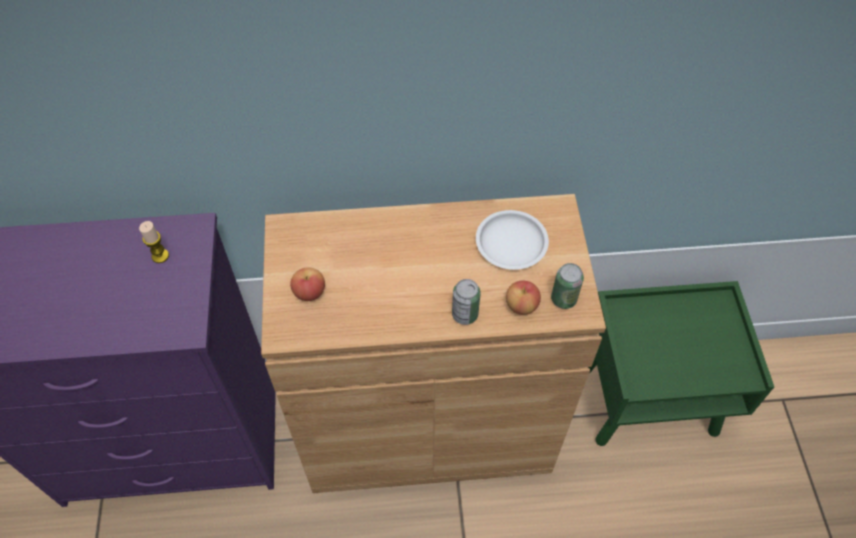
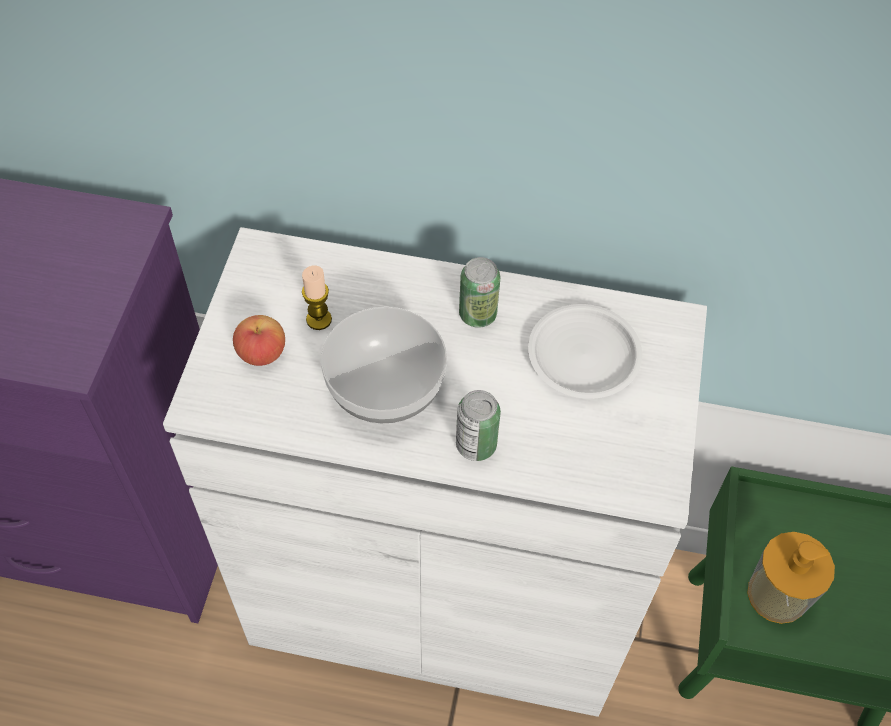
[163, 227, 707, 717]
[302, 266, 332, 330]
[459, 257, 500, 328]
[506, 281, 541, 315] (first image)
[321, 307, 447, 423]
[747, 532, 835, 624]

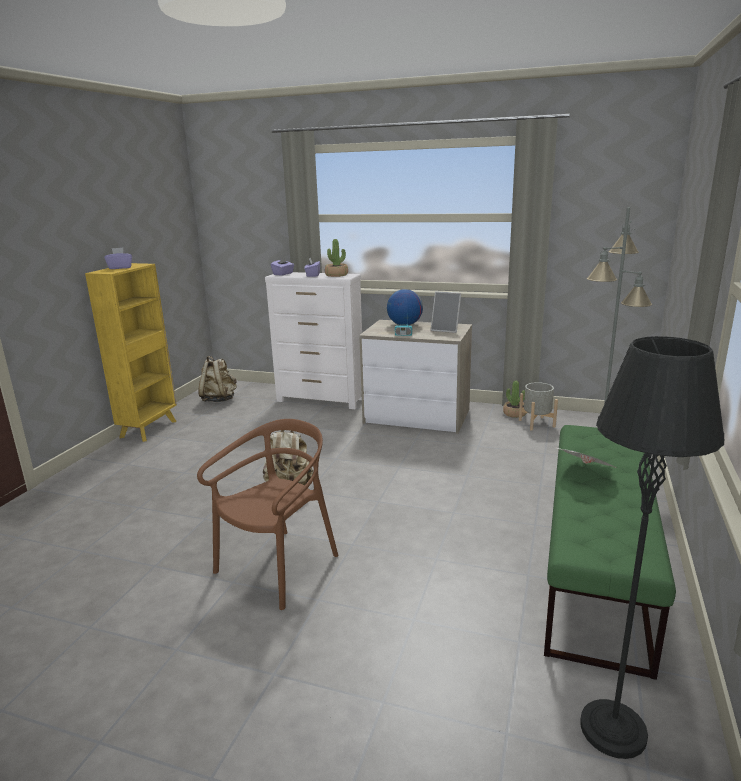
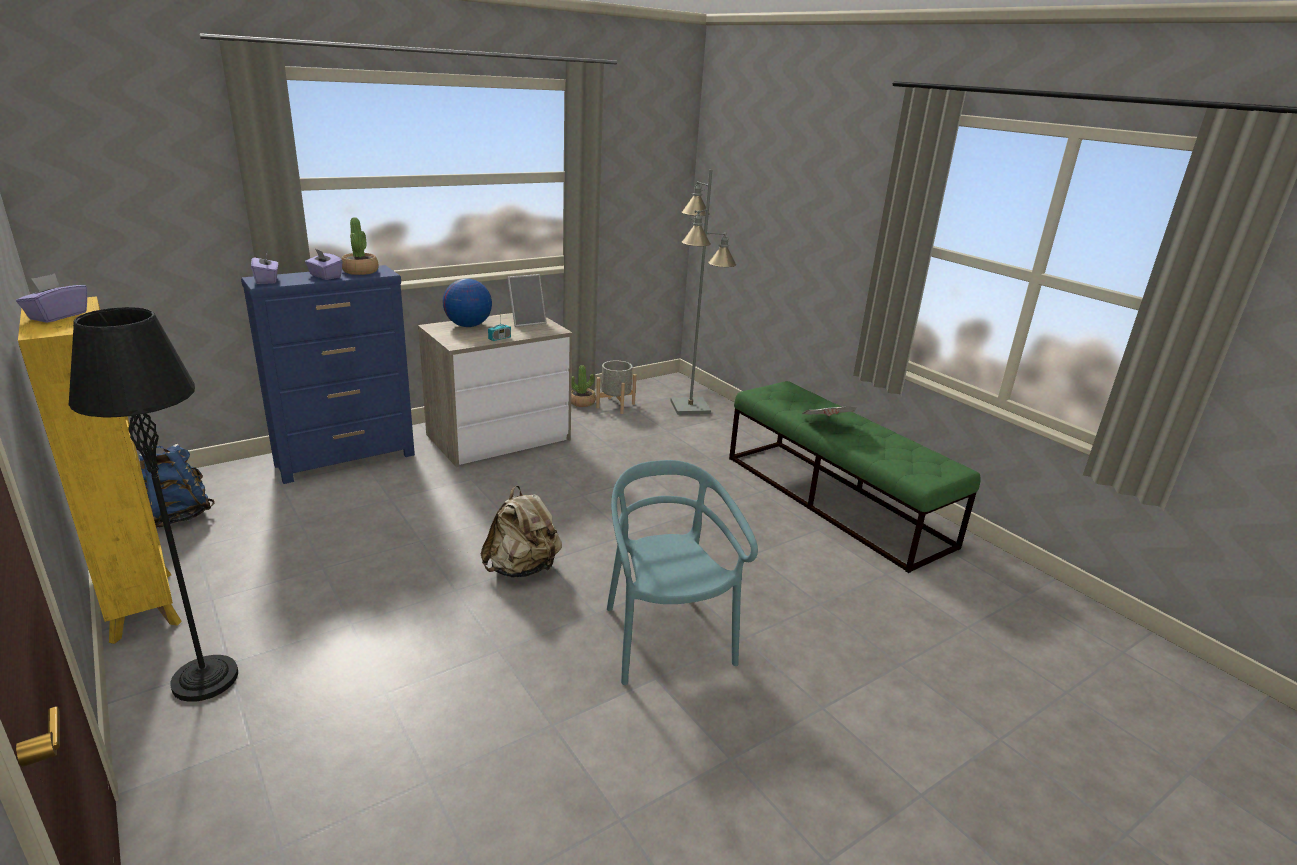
[241, 265, 415, 484]
[68, 307, 238, 702]
[139, 444, 215, 528]
[607, 460, 758, 685]

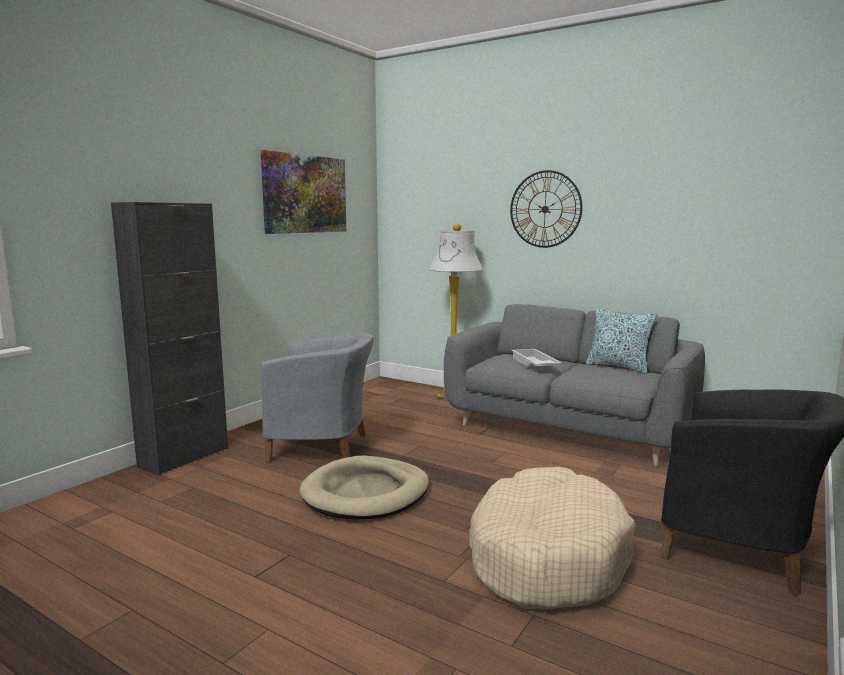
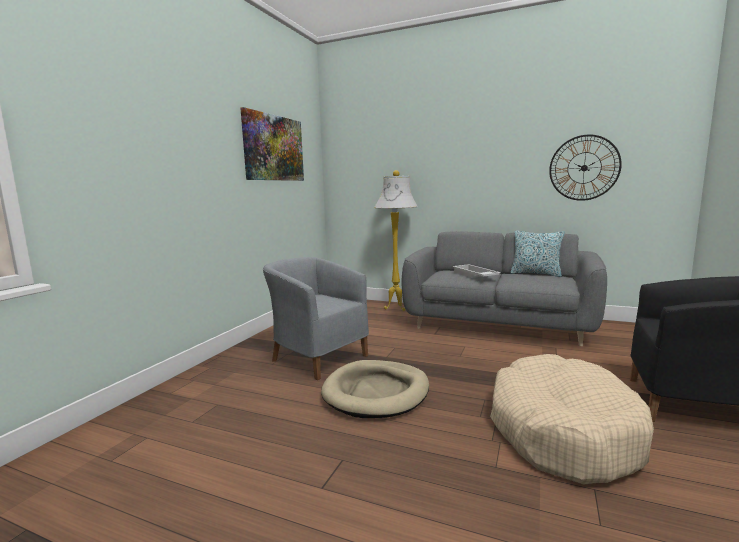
[549, 134, 622, 201]
[111, 202, 228, 476] (first image)
[263, 257, 369, 380]

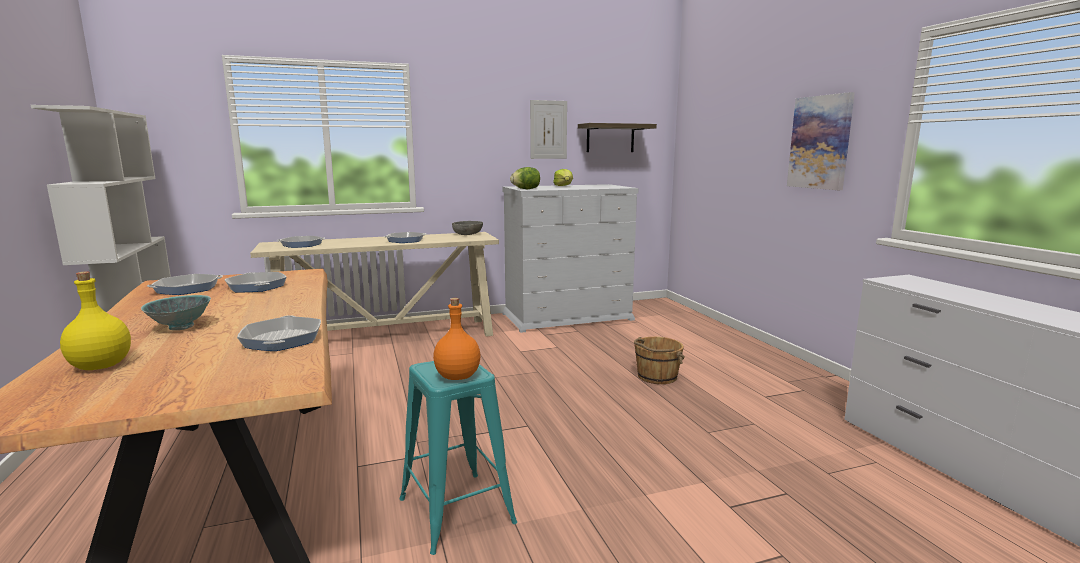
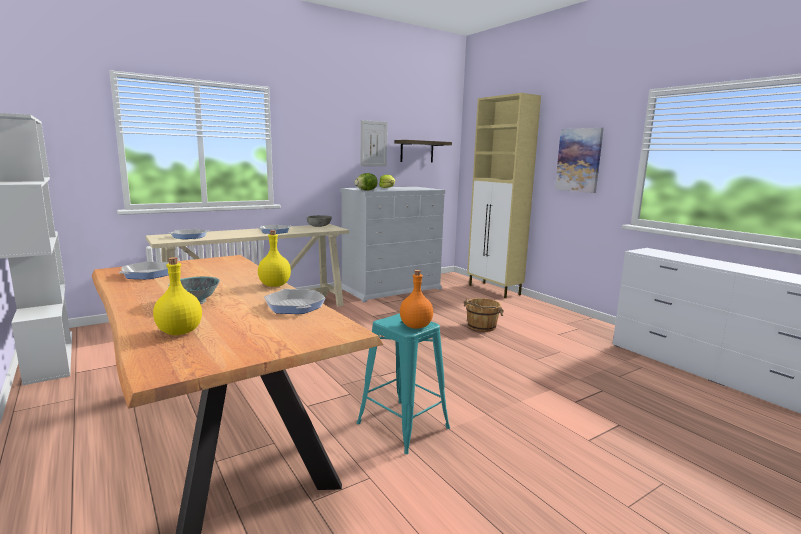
[225, 272, 287, 292] (first image)
[467, 93, 541, 298]
[258, 230, 291, 287]

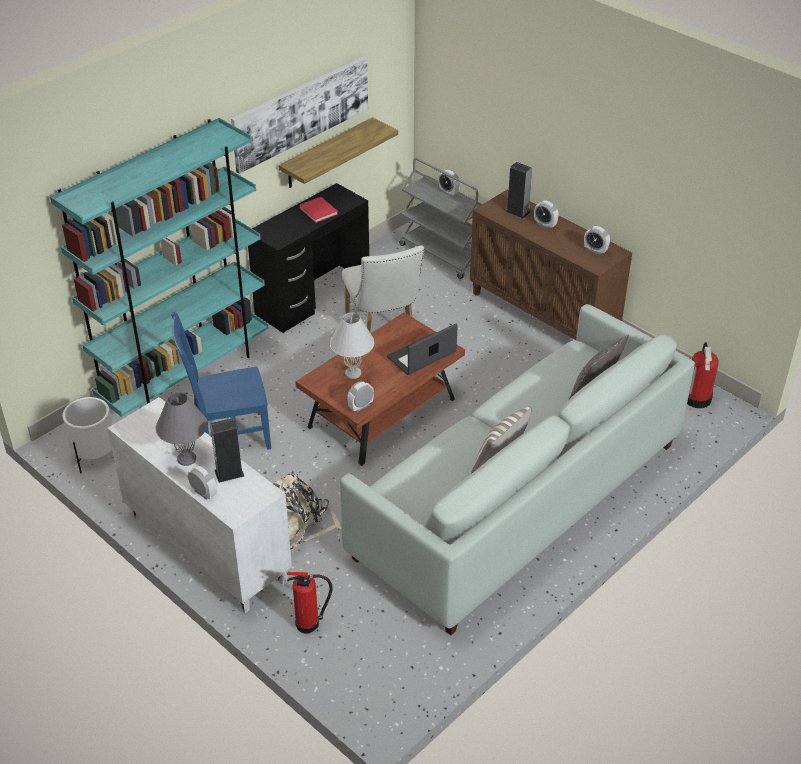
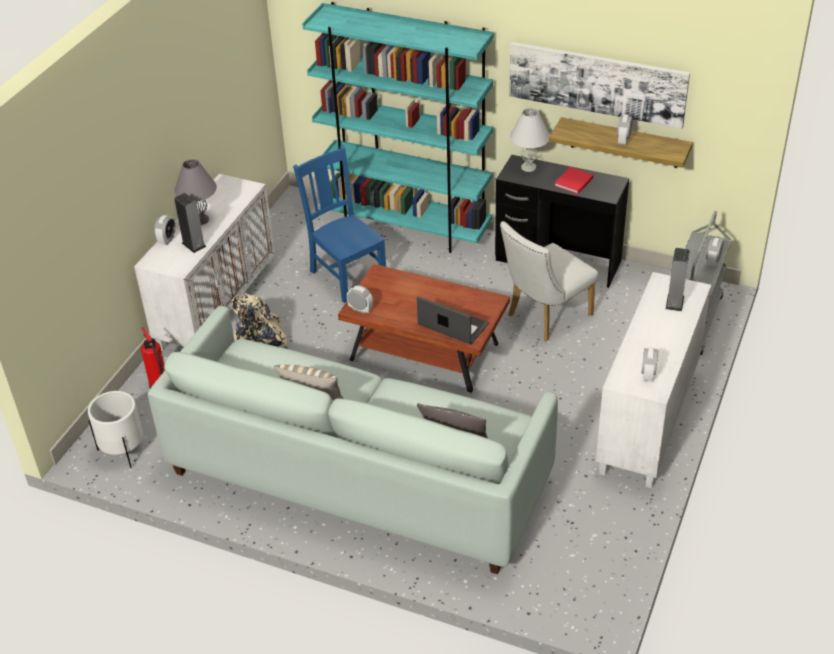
[596, 272, 711, 489]
[617, 114, 633, 145]
[509, 108, 550, 172]
[687, 342, 719, 408] (first image)
[88, 391, 143, 468]

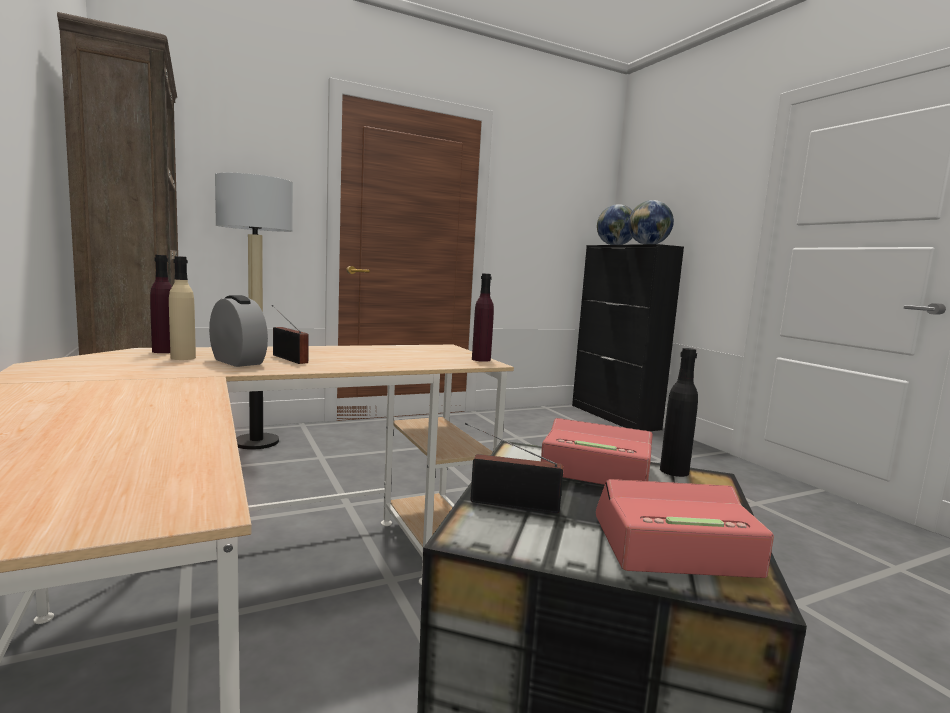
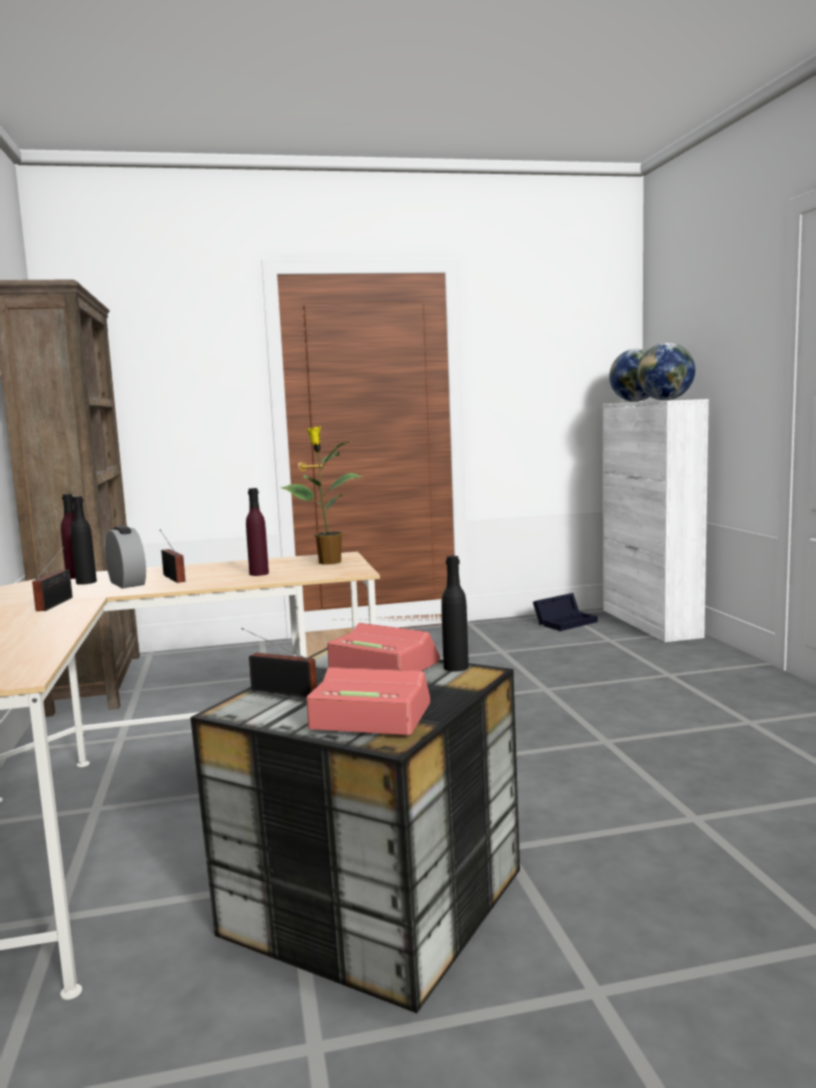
[215, 173, 293, 450] (first image)
[603, 399, 709, 642]
[71, 496, 97, 585]
[246, 488, 269, 576]
[280, 426, 363, 564]
[32, 547, 73, 611]
[533, 593, 598, 631]

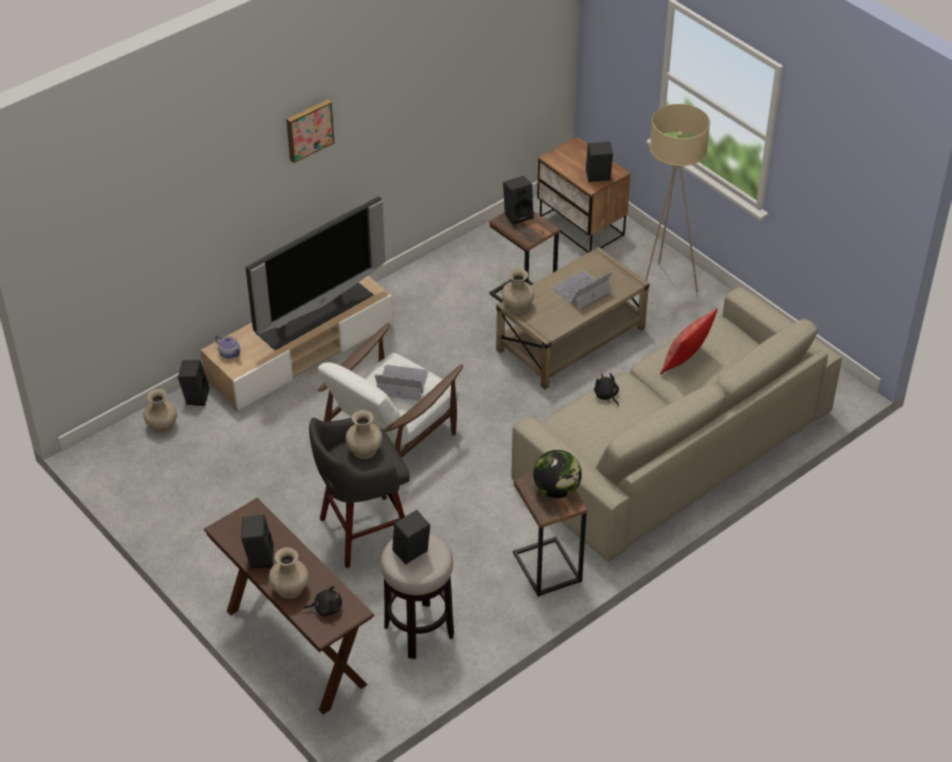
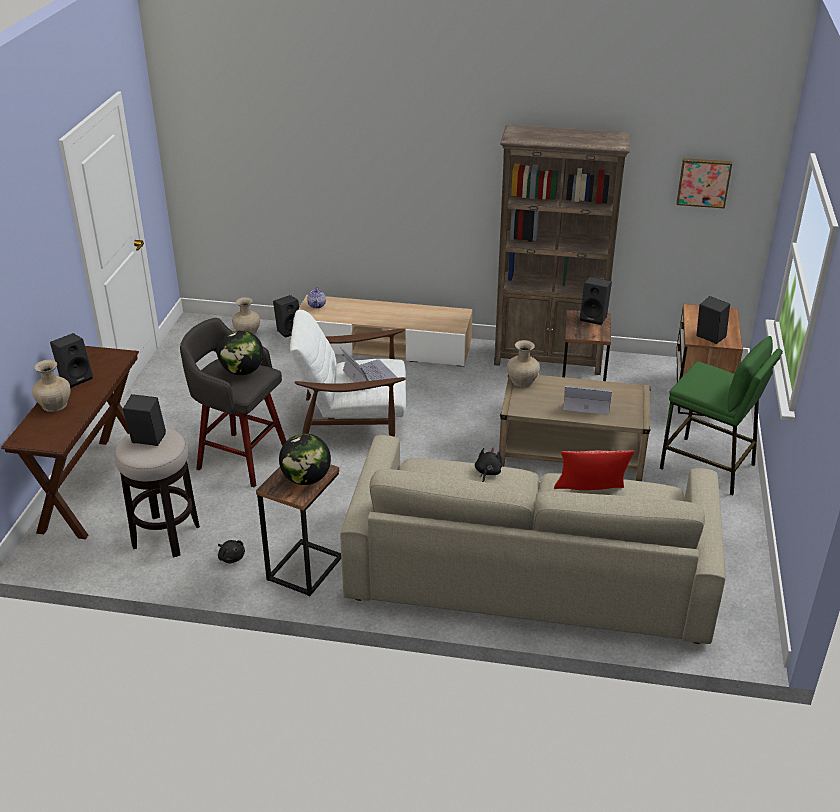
[677, 158, 732, 209]
[660, 336, 783, 496]
[246, 196, 385, 350] (first image)
[218, 330, 264, 375]
[218, 540, 245, 563]
[494, 125, 630, 375]

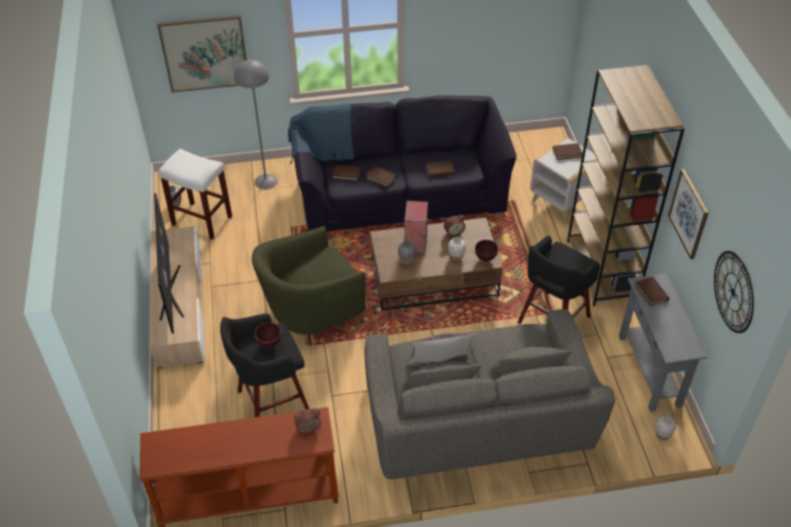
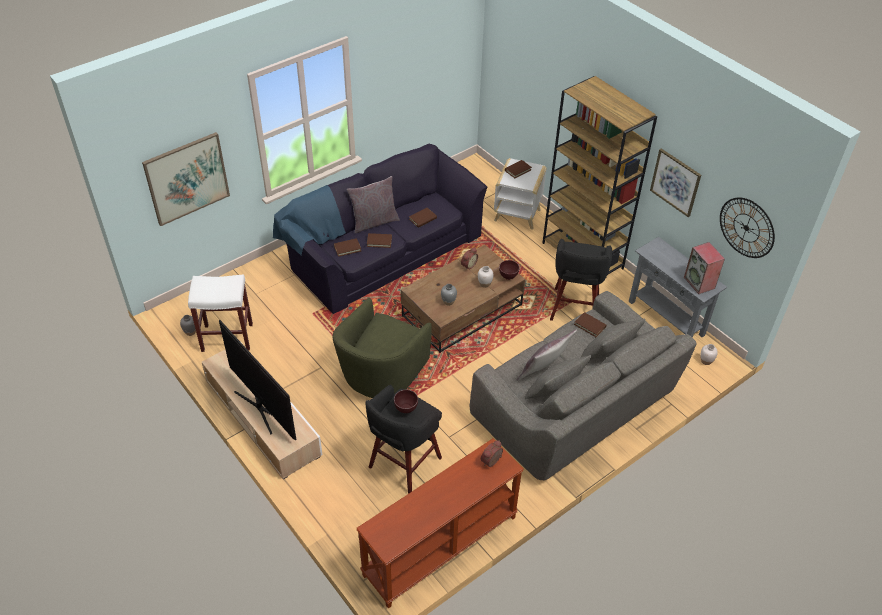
[234, 60, 278, 189] (first image)
[684, 242, 725, 294]
[574, 312, 607, 337]
[347, 176, 400, 234]

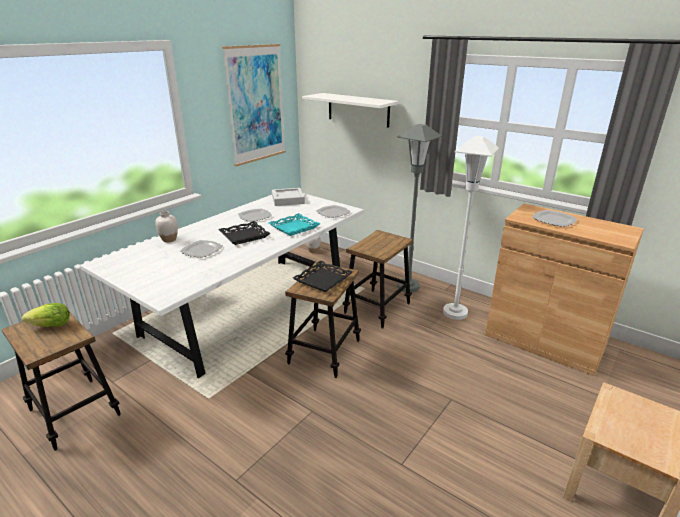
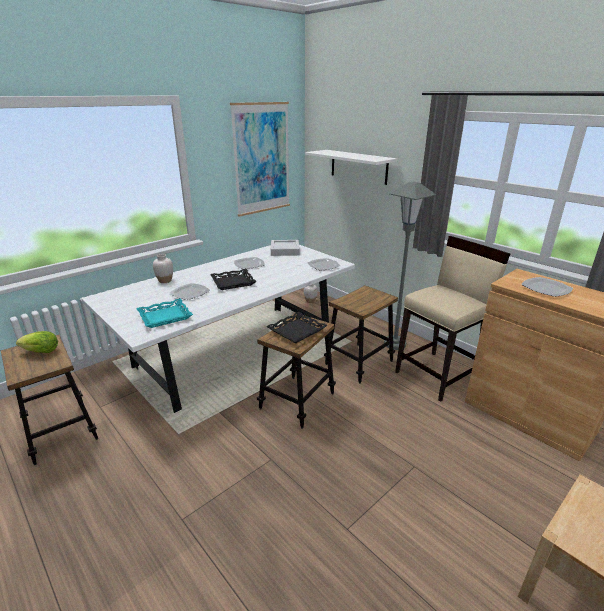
[395, 236, 510, 402]
[136, 298, 193, 328]

